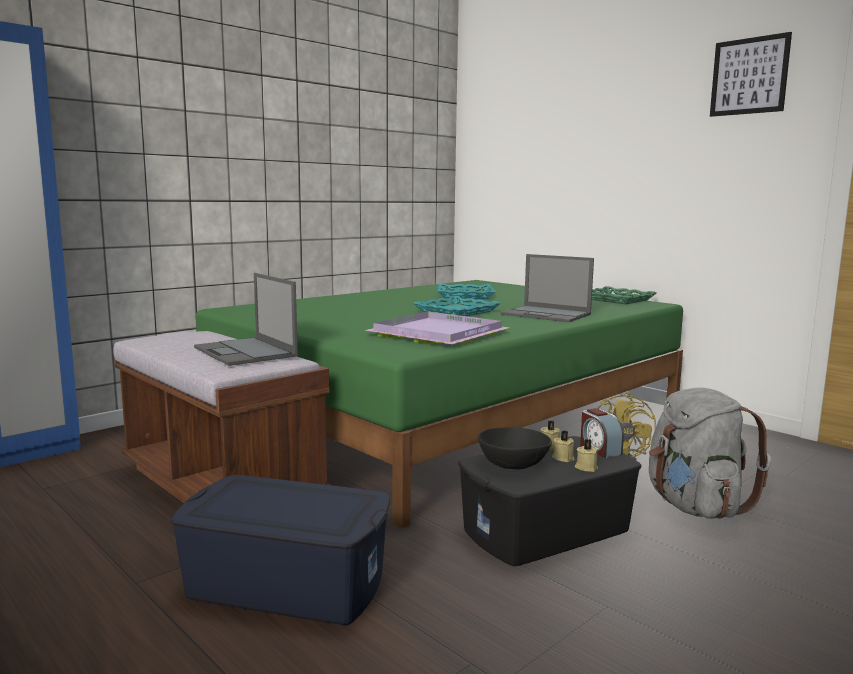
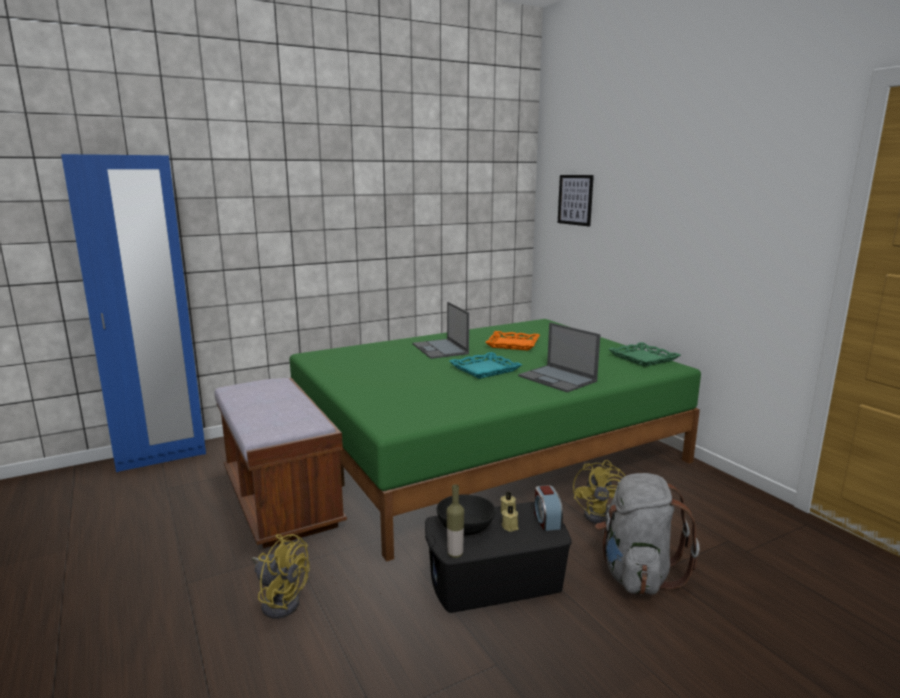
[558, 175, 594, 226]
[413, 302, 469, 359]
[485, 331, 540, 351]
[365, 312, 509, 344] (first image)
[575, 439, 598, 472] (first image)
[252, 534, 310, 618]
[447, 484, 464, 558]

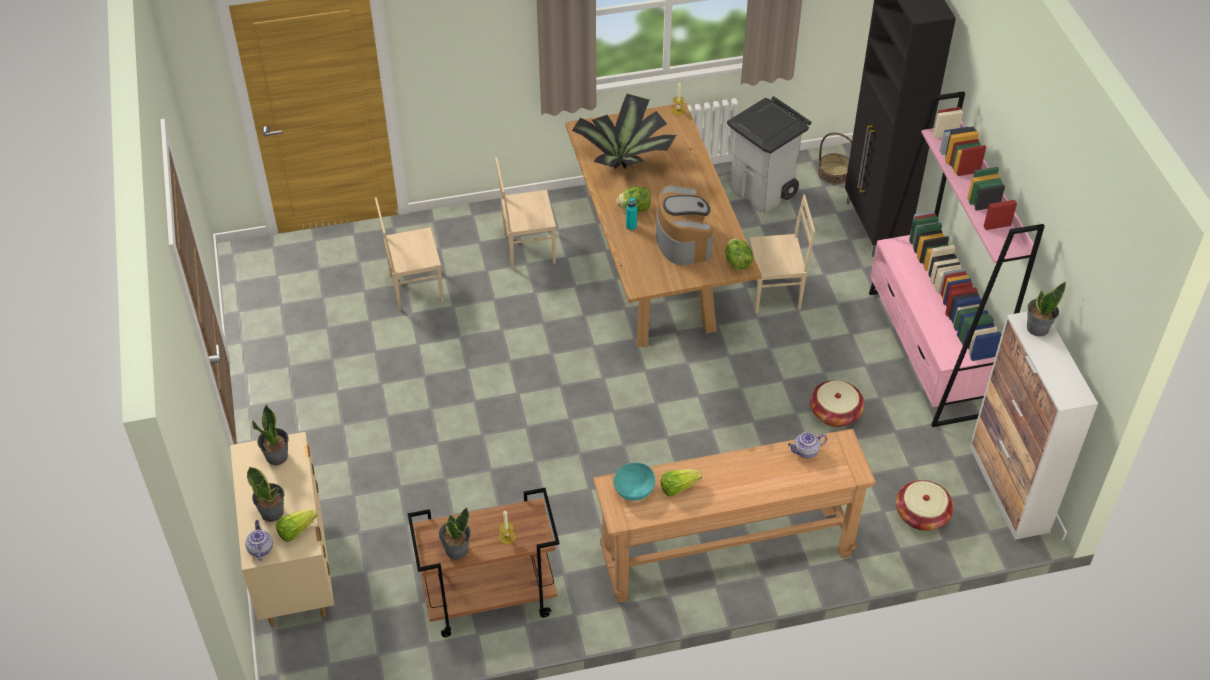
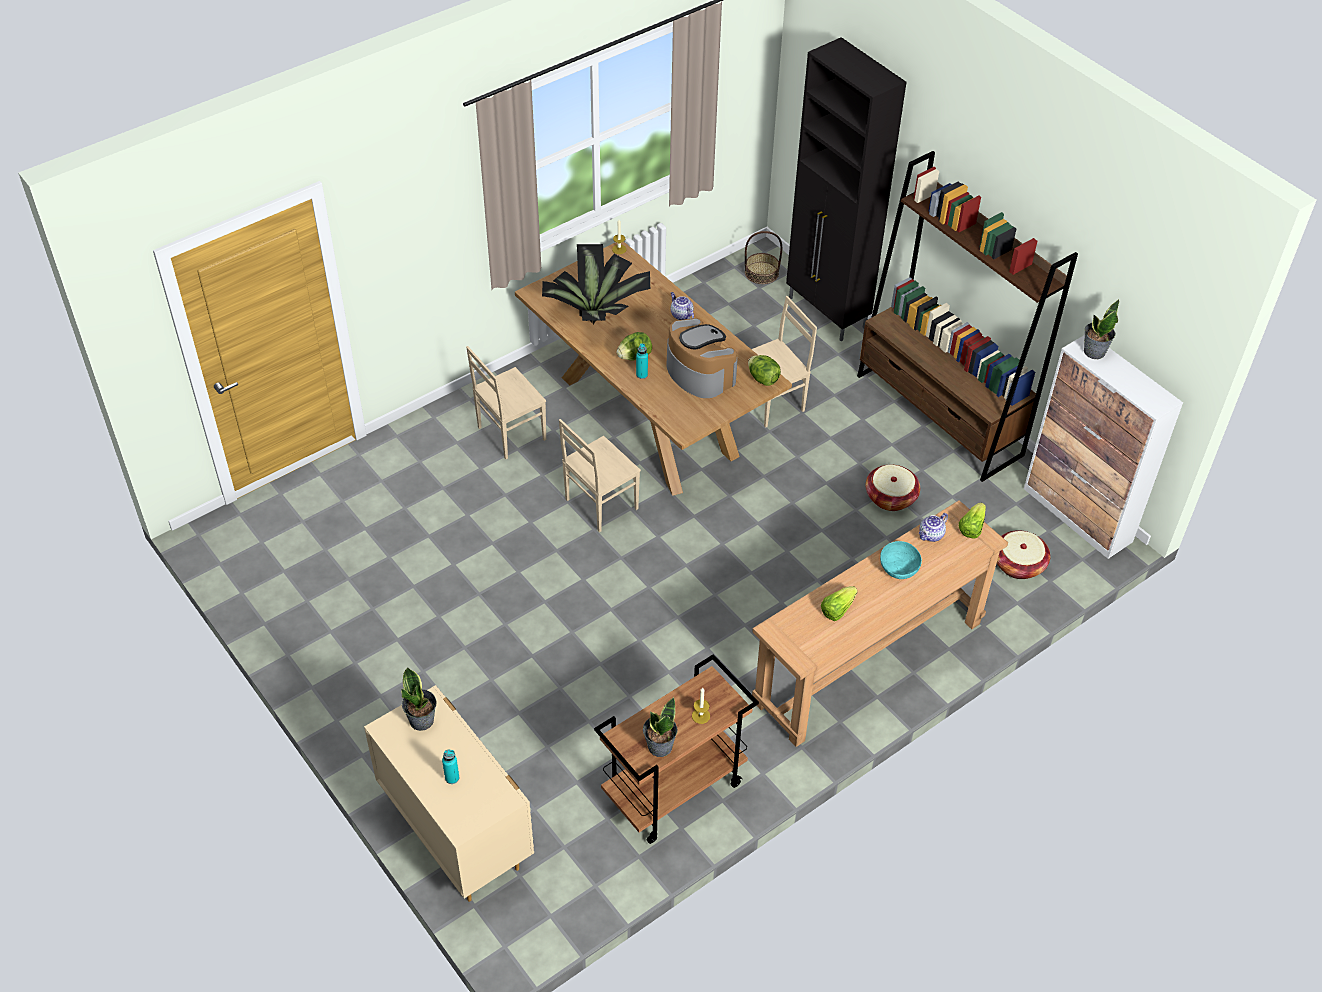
[857, 151, 1078, 482]
[727, 96, 811, 213] (first image)
[559, 419, 641, 532]
[880, 541, 922, 579]
[442, 750, 459, 784]
[959, 503, 986, 539]
[671, 292, 694, 320]

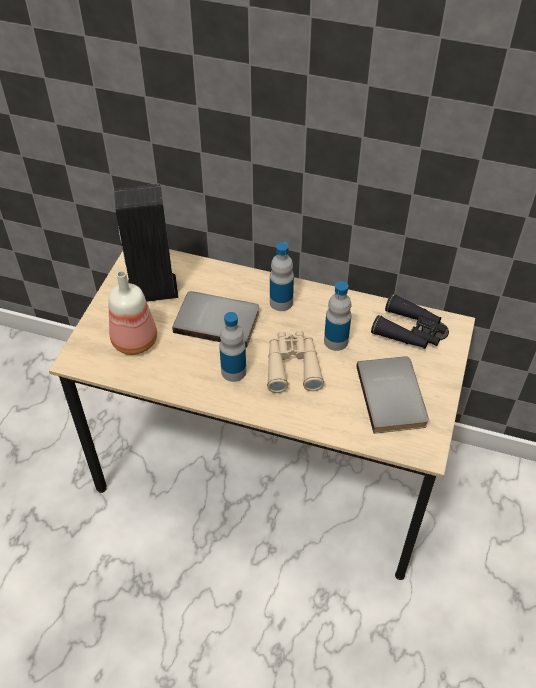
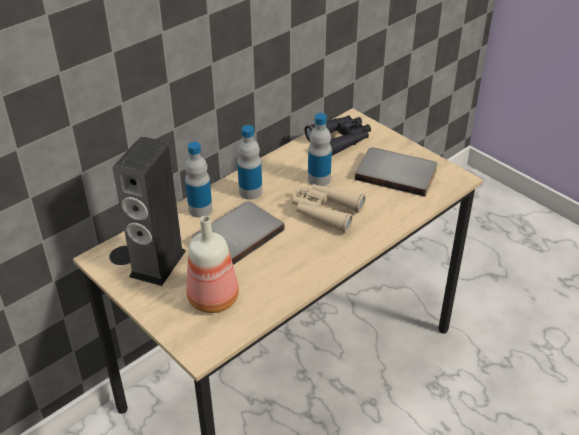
[185, 142, 212, 218]

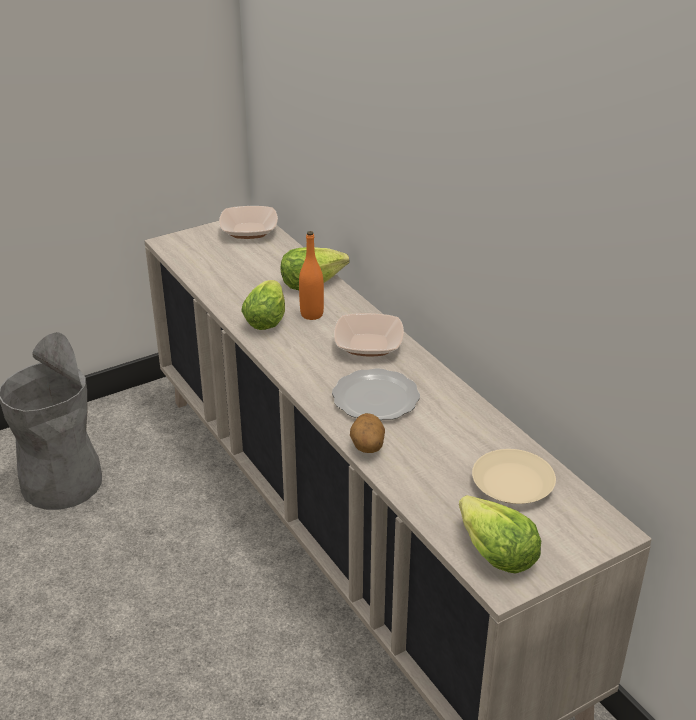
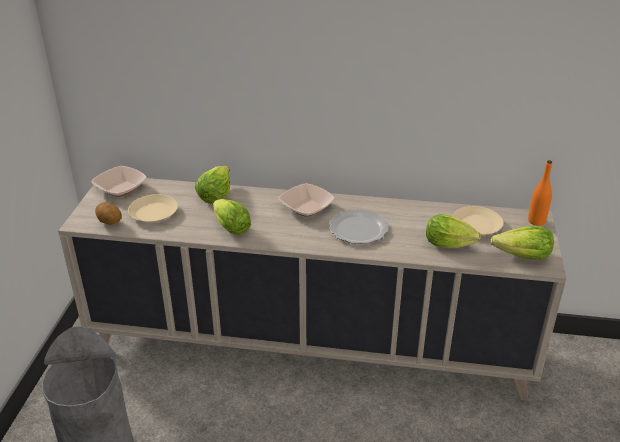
[528, 160, 552, 226]
[95, 202, 122, 225]
[128, 194, 178, 223]
[426, 214, 481, 248]

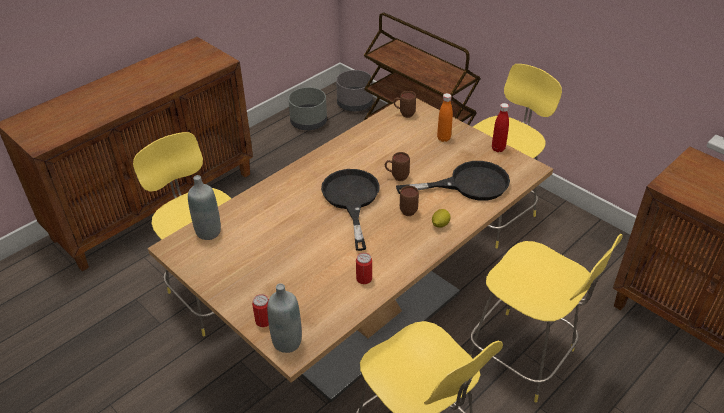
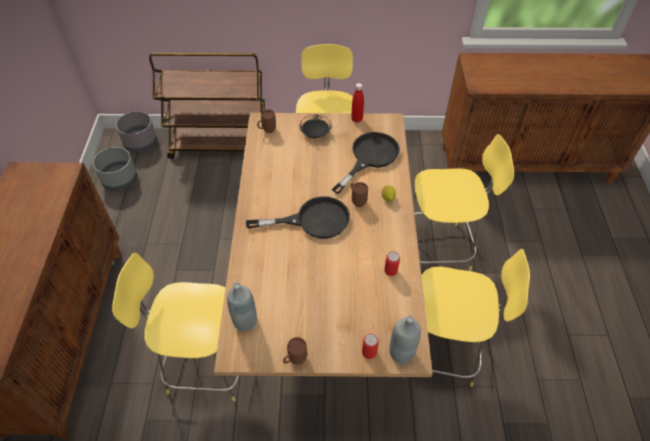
[299, 115, 332, 138]
[283, 337, 307, 364]
[246, 196, 350, 239]

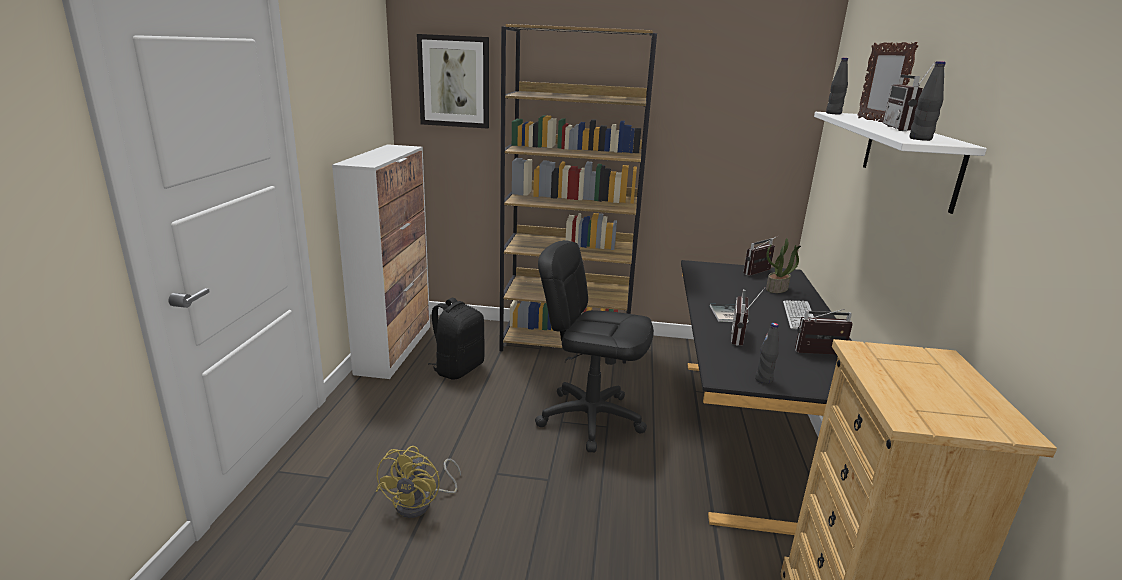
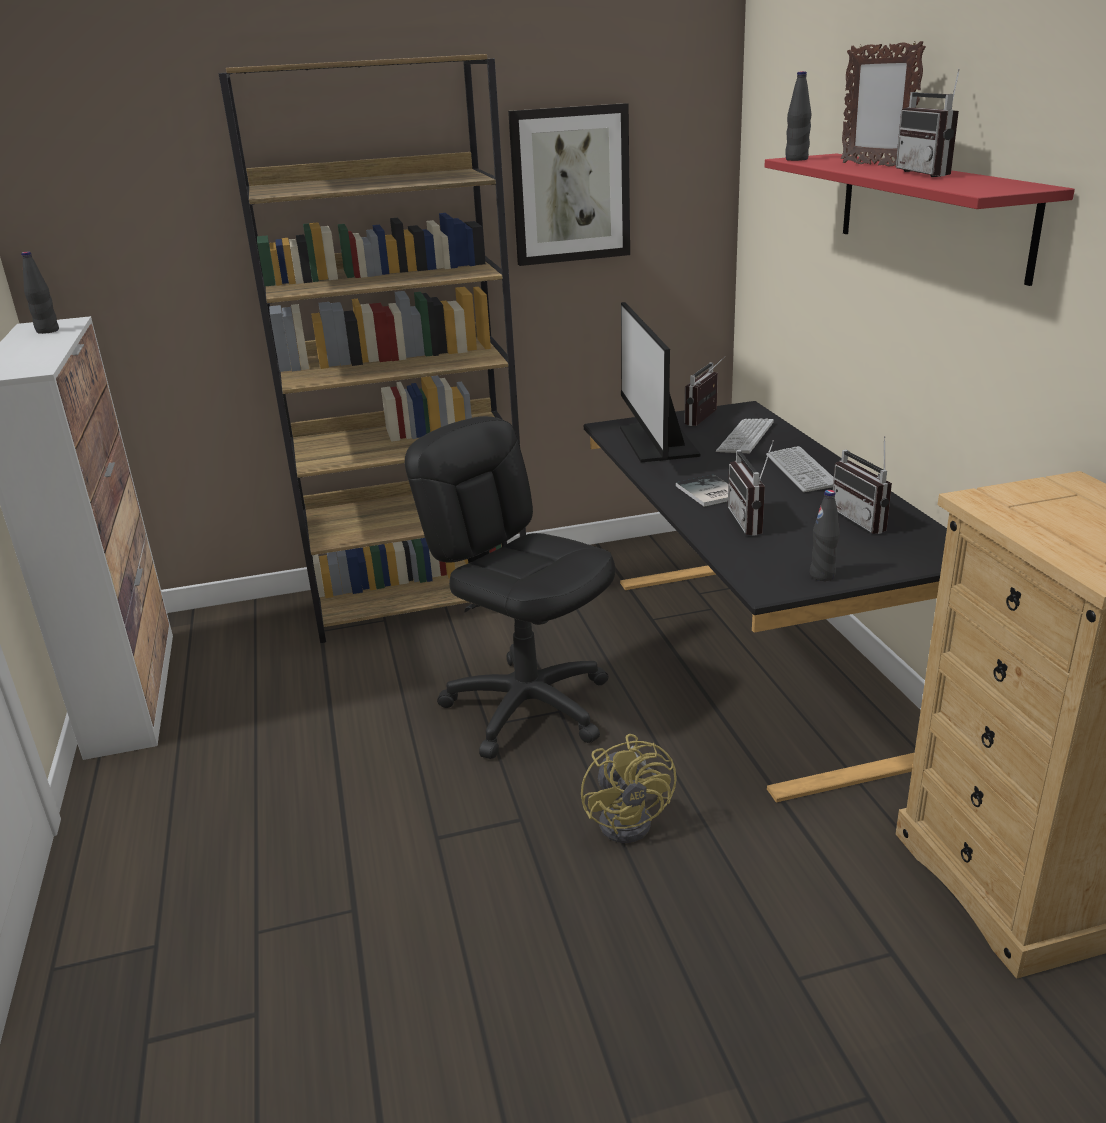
[508, 103, 630, 266]
[21, 252, 59, 334]
[764, 153, 1075, 286]
[716, 419, 774, 454]
[405, 416, 615, 759]
[428, 298, 485, 380] (first image)
[833, 436, 892, 534]
[581, 734, 677, 843]
[620, 302, 700, 462]

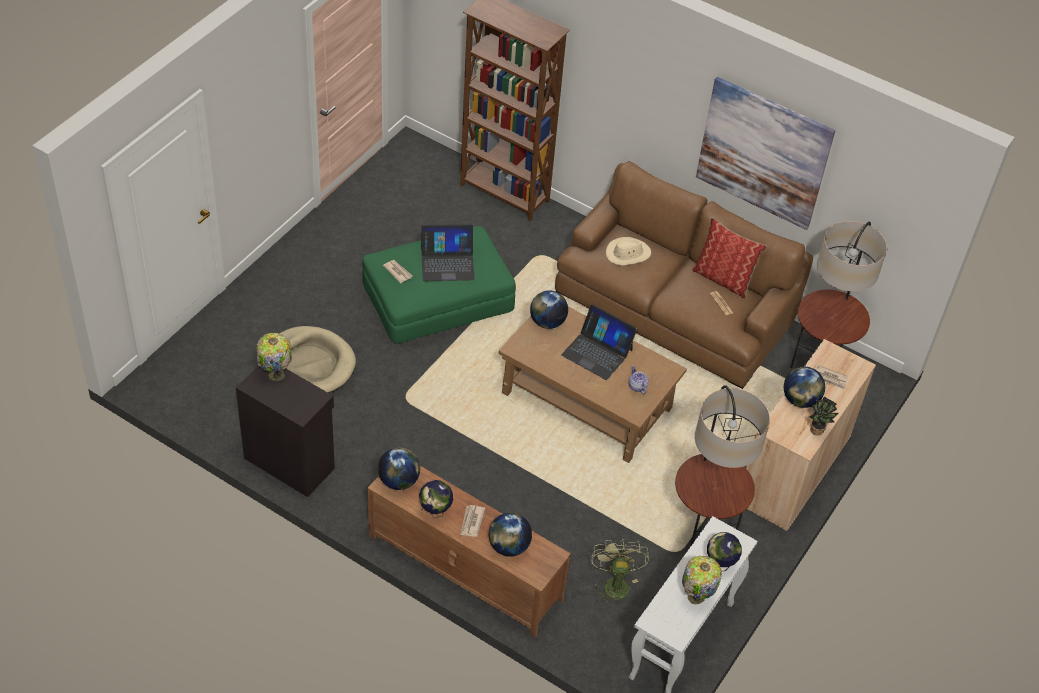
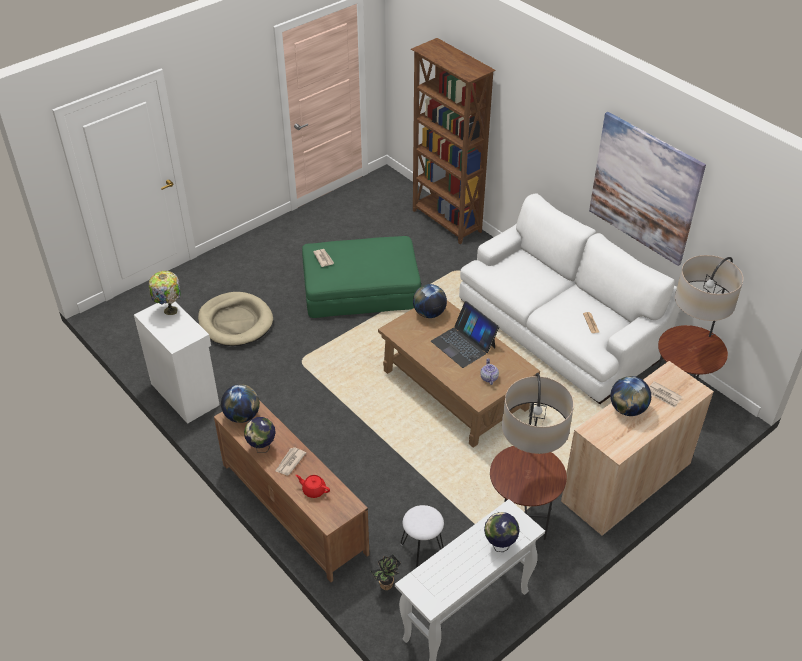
[459, 193, 680, 404]
[692, 217, 767, 299] (first image)
[421, 224, 475, 281] (first image)
[606, 237, 651, 266] (first image)
[134, 302, 220, 424]
[371, 554, 401, 590]
[296, 475, 330, 498]
[401, 505, 444, 568]
[682, 556, 722, 604] (first image)

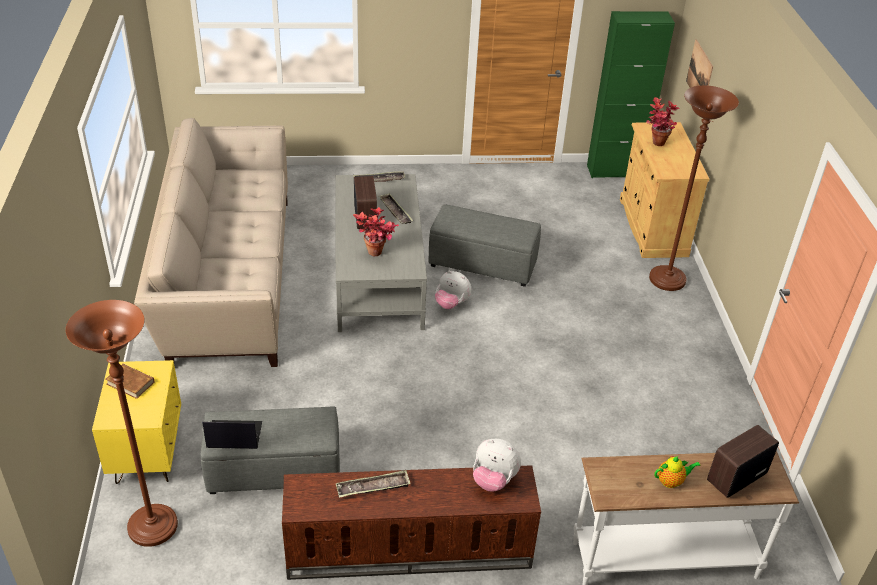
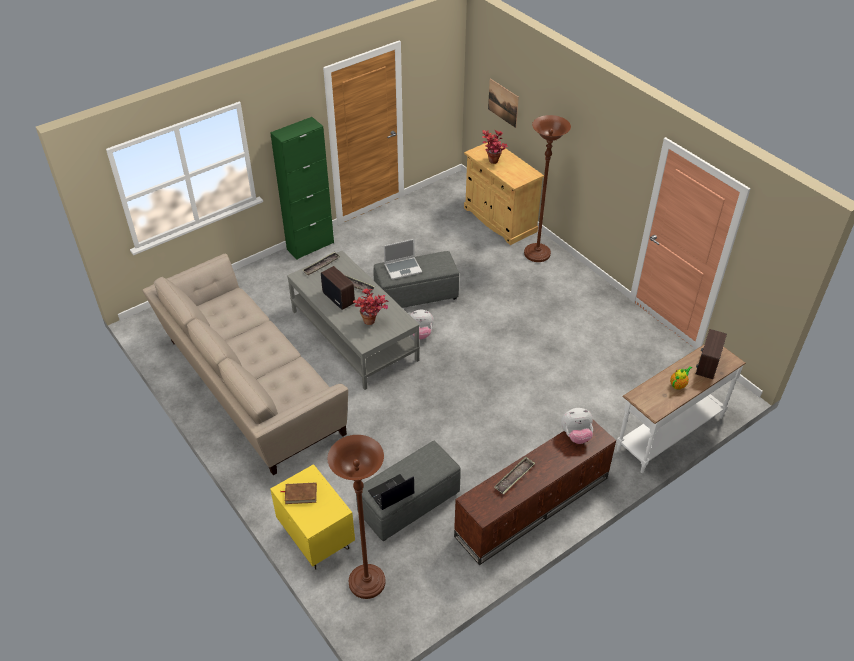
[270, 117, 334, 260]
[384, 239, 422, 280]

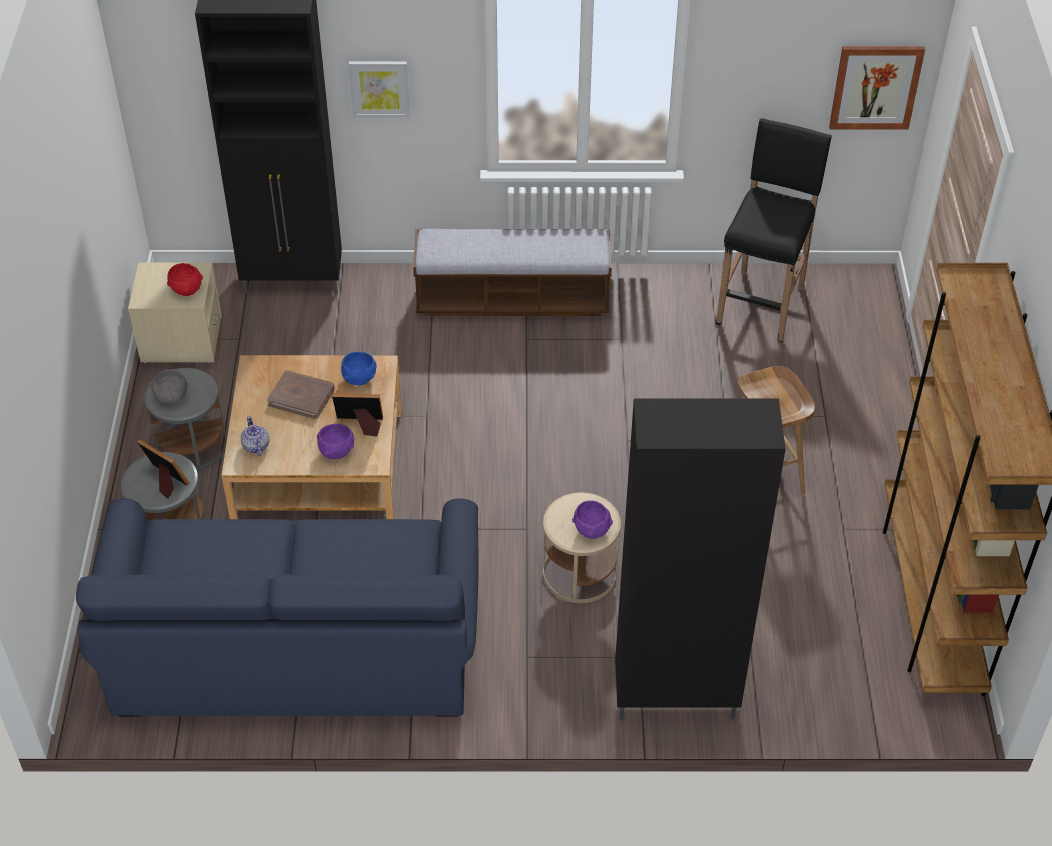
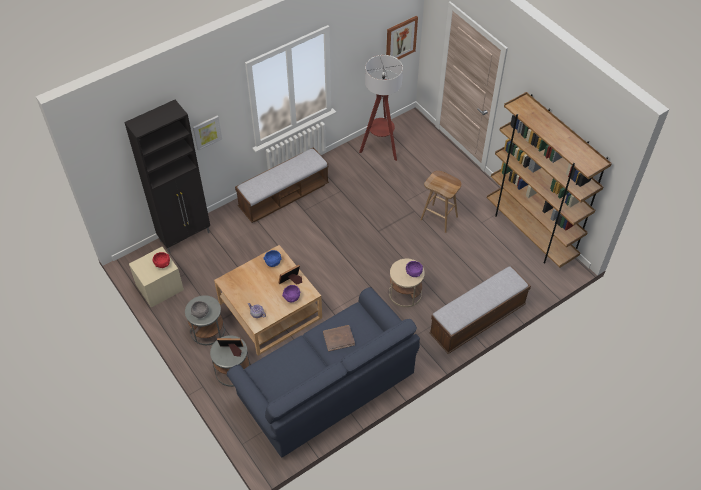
[359, 55, 403, 161]
[323, 325, 355, 352]
[429, 266, 531, 354]

